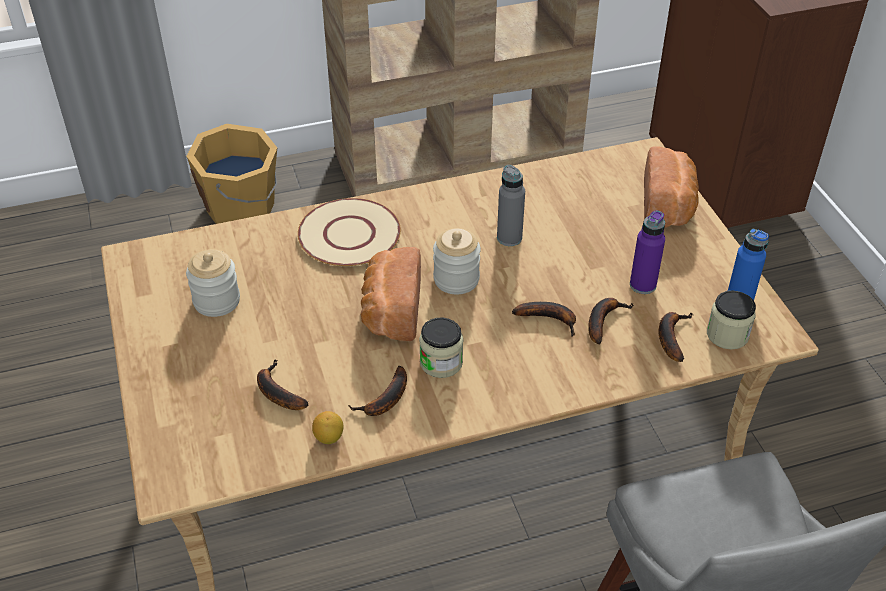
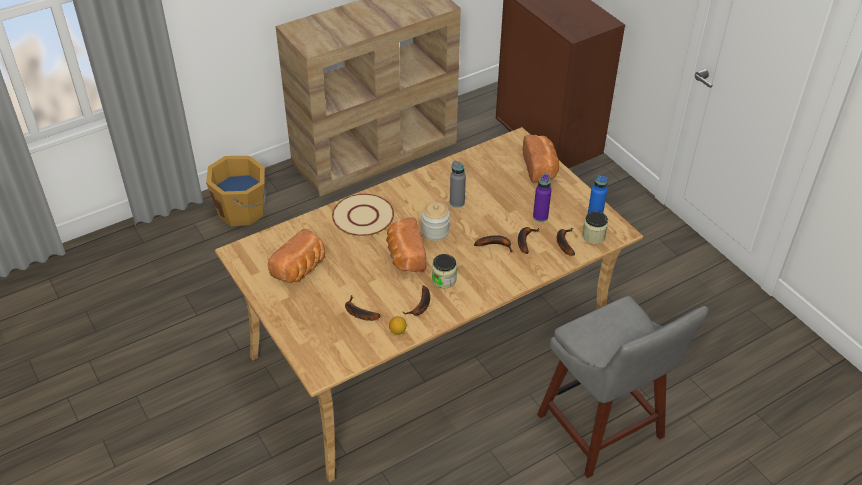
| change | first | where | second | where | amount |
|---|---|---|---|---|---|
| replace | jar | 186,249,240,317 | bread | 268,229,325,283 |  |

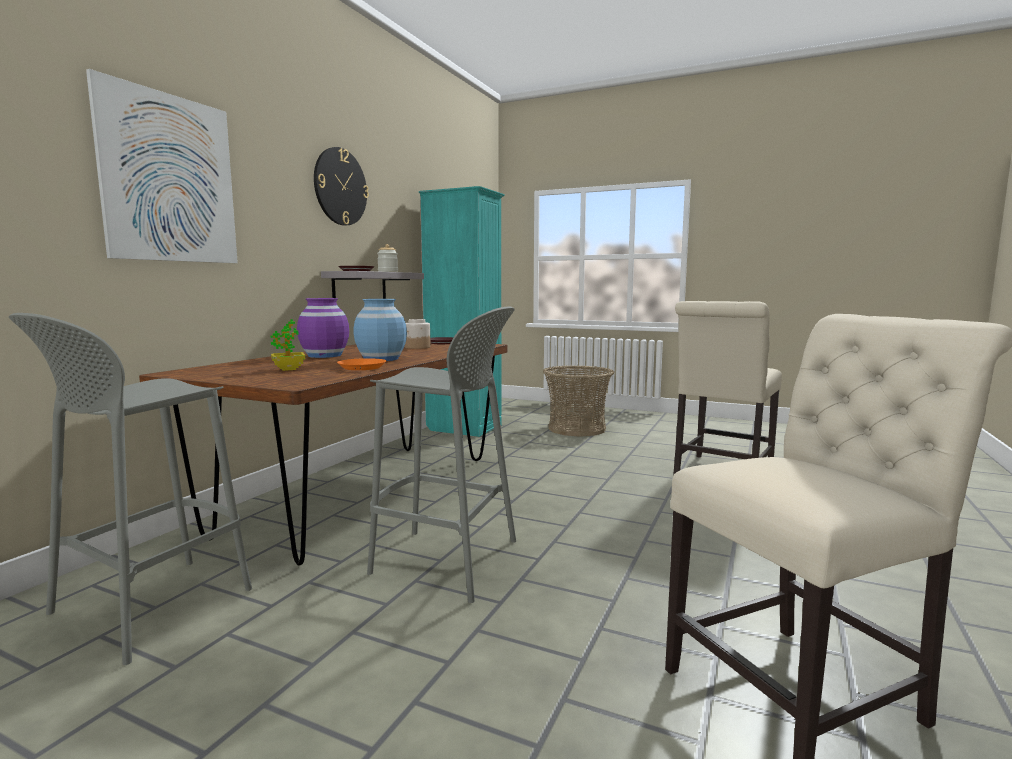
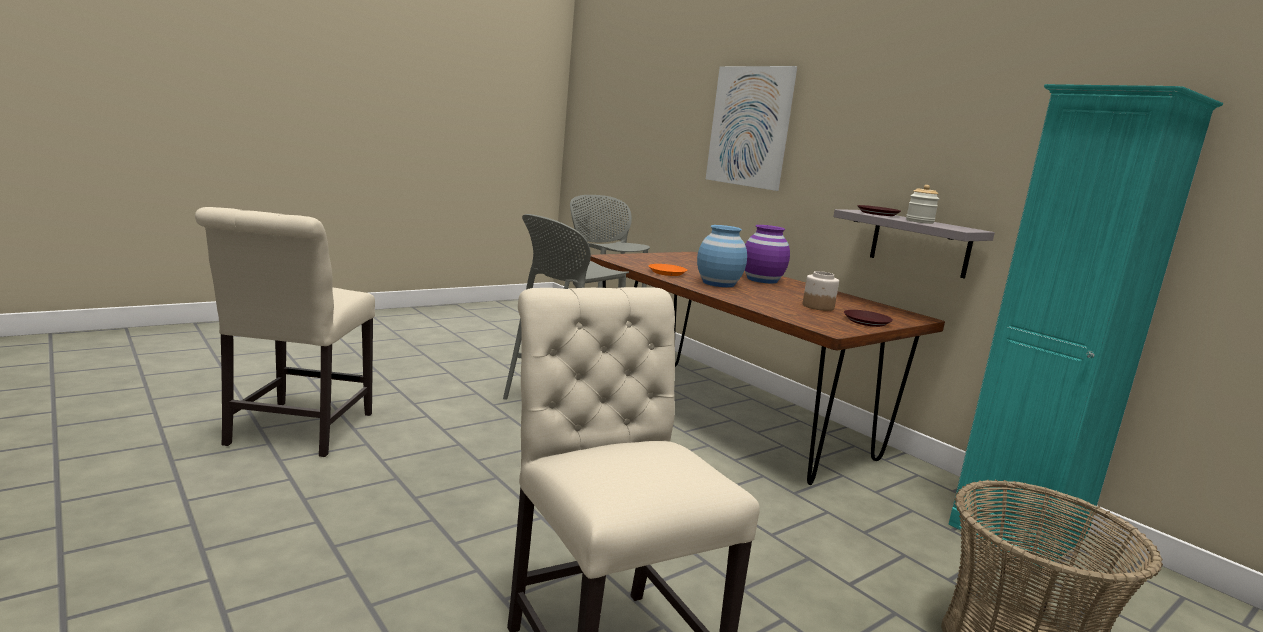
| change | first | where | second | where | amount |
|---|---|---|---|---|---|
| delete | potted plant | 270,319,305,371 |  |  |  |
| delete | wall clock | 314,147,369,225 |  |  |  |

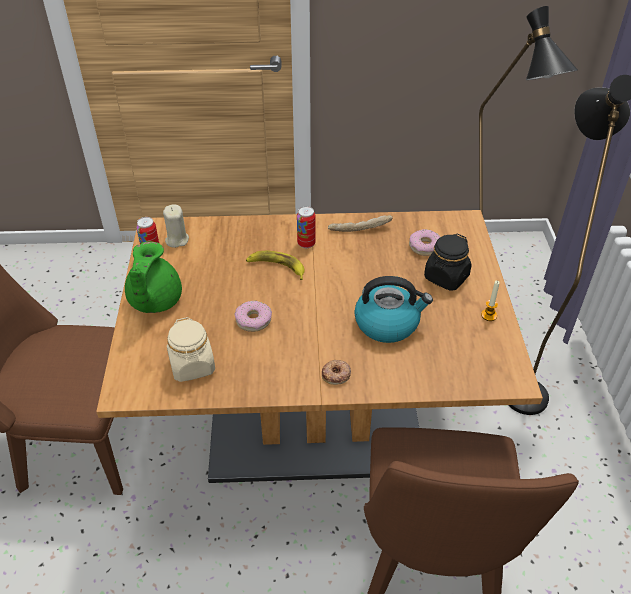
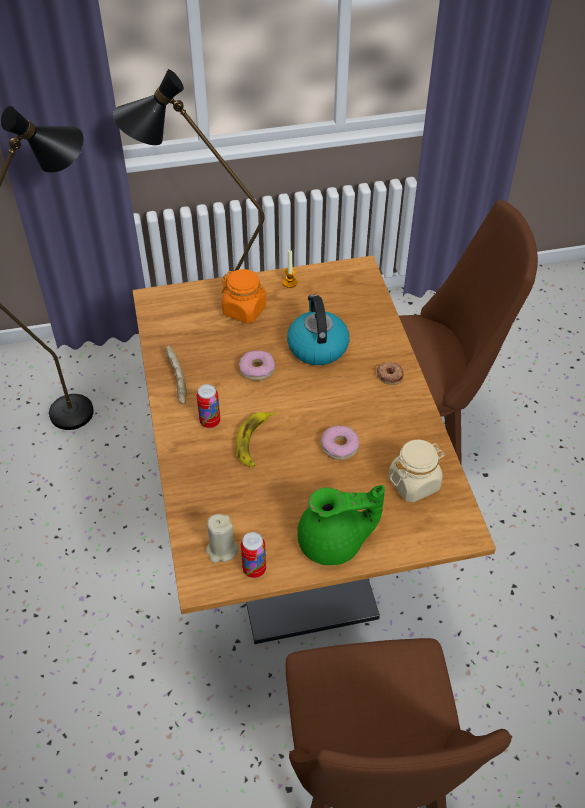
| change | first | where | second | where | amount |
|---|---|---|---|---|---|
| move | donut | 409,229,440,256 |  | 239,350,275,381 |  |
| recolor | jar/black | 424,233,472,291 | jar/orange | 222,269,267,324 |  |

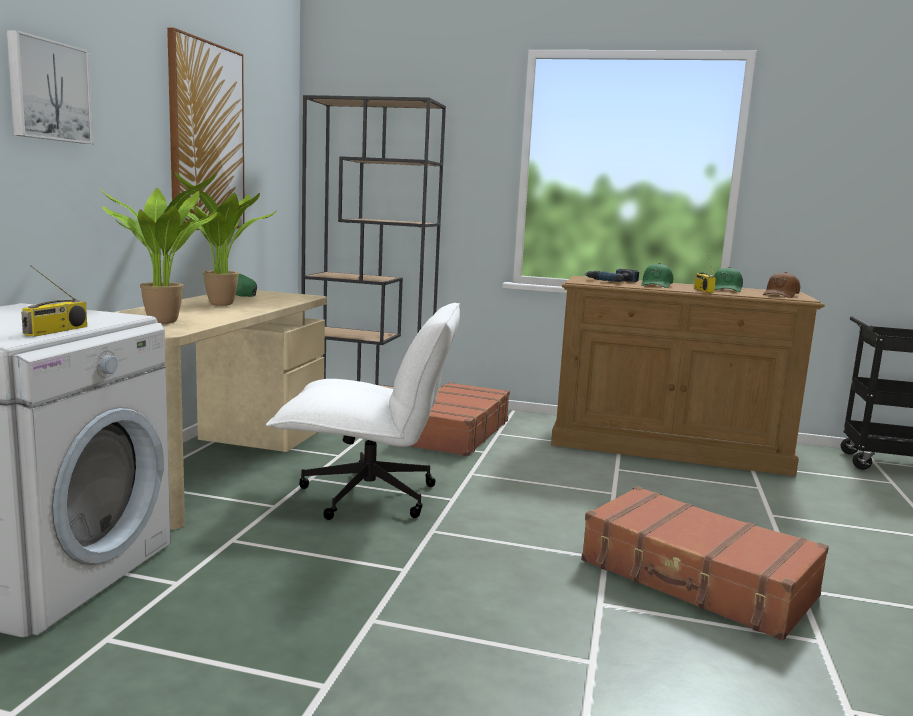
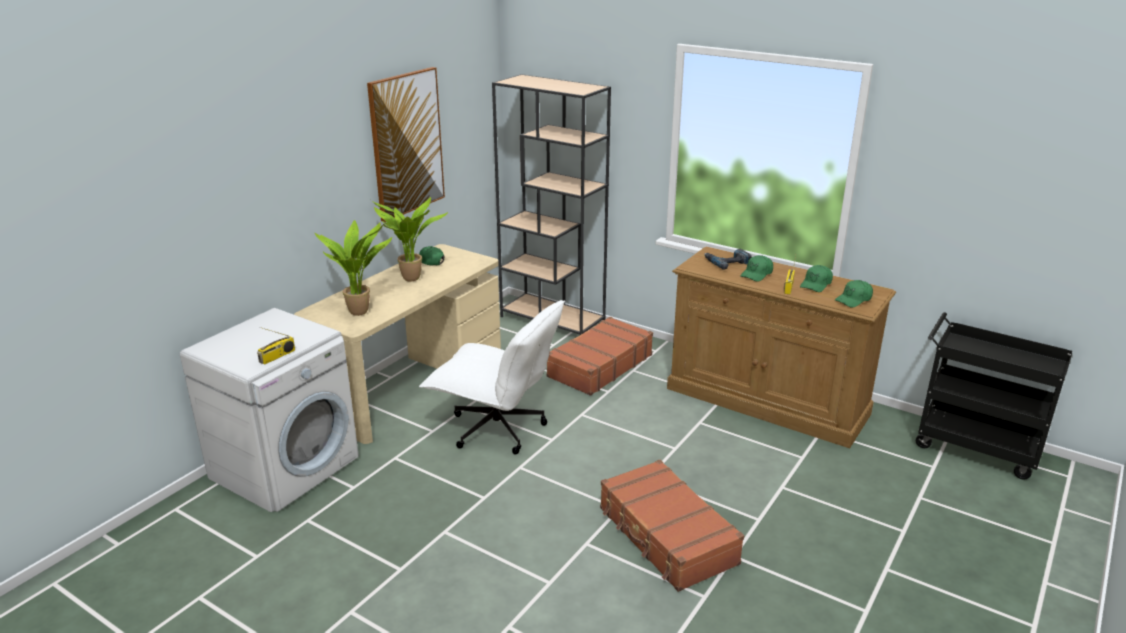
| change | first | where | second | where | amount |
|---|---|---|---|---|---|
| delete | picture | 6,30,94,144 |  |  |  |
| recolor | cap/brown | 763,272,800,298 | cap/green | 835,280,873,308 |  |

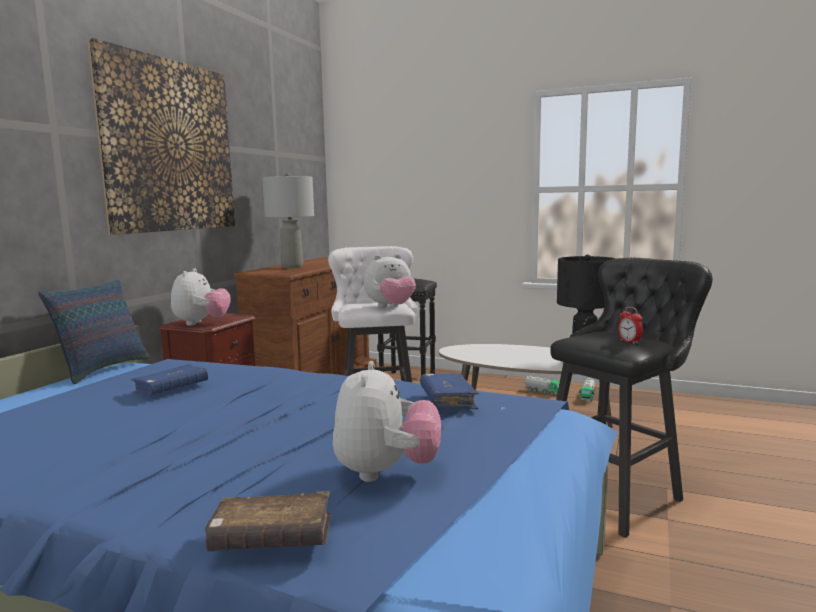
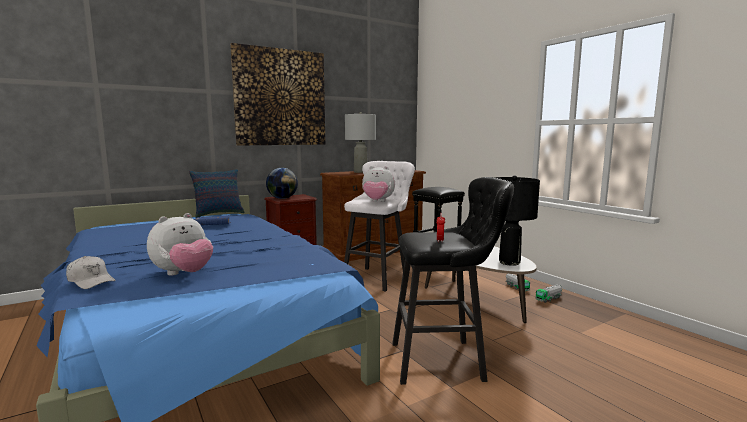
| change | first | where | second | where | amount |
|---|---|---|---|---|---|
| replace | plush toy | 171,268,231,326 | globe | 266,168,298,199 |  |
| replace | book/brown | 205,491,331,552 | cap/white | 66,256,116,289 |  |
| delete | book/blue | 420,373,479,409 |  |  |  |

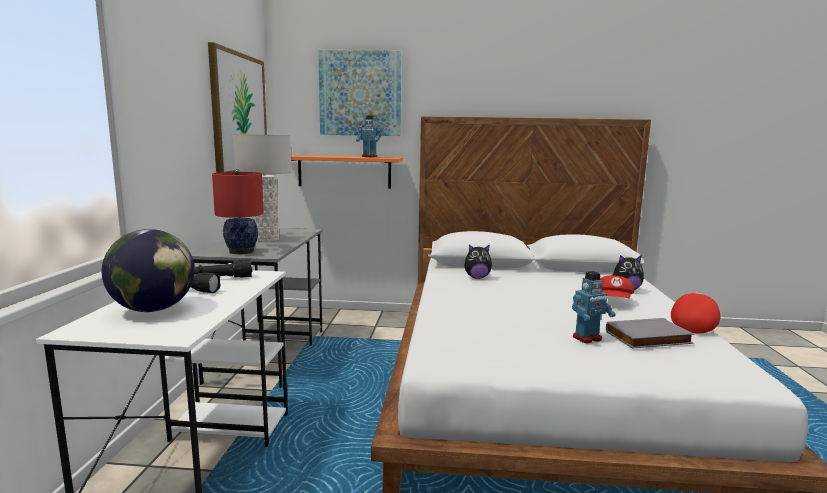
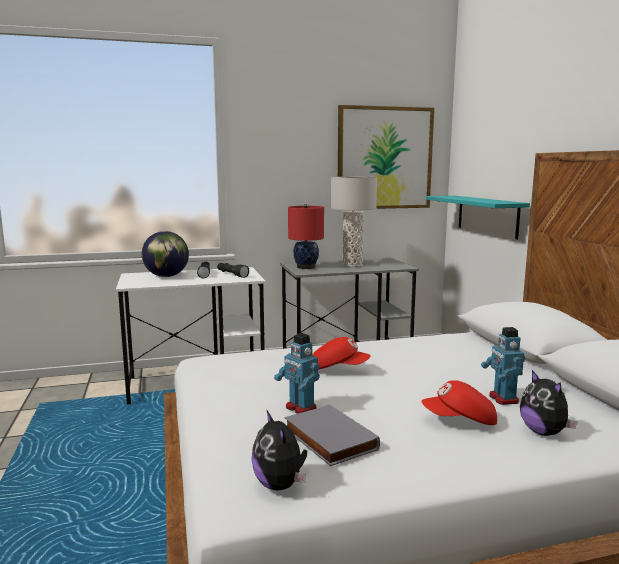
| change | first | where | second | where | amount |
|---|---|---|---|---|---|
| recolor | shelf/orange | 291,155,403,189 | shelf/turquoise | 426,196,530,239 |  |
| delete | picture | 318,50,401,136 |  |  |  |
| move | toy robot | 356,115,381,157 |  | 481,327,525,405 |  |
| move | plush toy | 465,244,492,279 |  | 251,409,307,490 |  |
| move | cap/red | 671,292,720,333 |  | 312,337,371,369 |  |

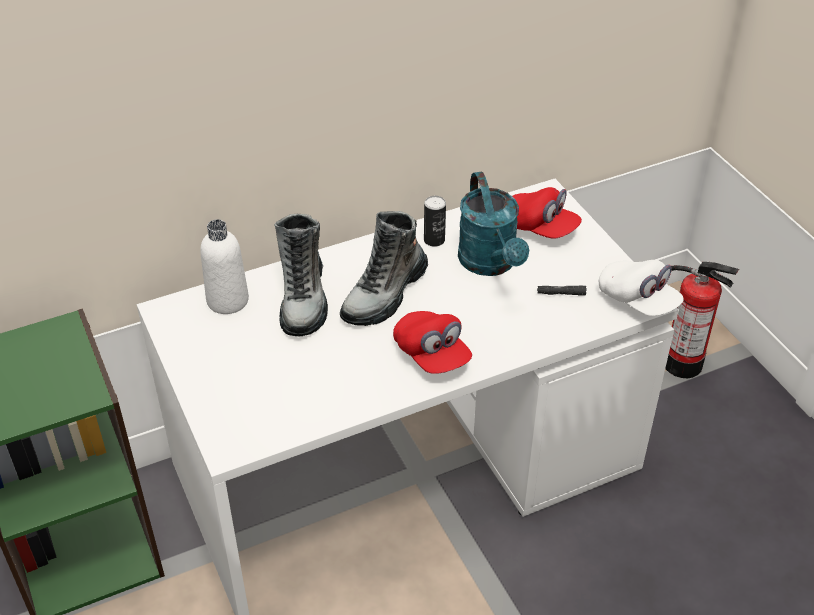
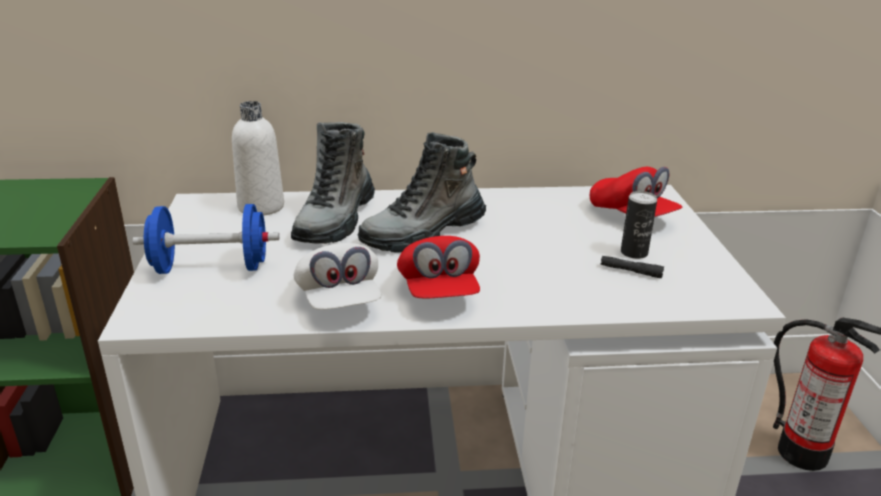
| change | first | where | second | where | amount |
|---|---|---|---|---|---|
| move | can | 424,196,446,247 |  | 621,191,657,259 |  |
| delete | watering can/turquoise | 458,172,529,276 |  |  |  |
| move | cap/white | 599,260,684,316 |  | 294,243,381,310 |  |
| insert |  |  | dumbbell/blue | 133,204,279,274 |  |

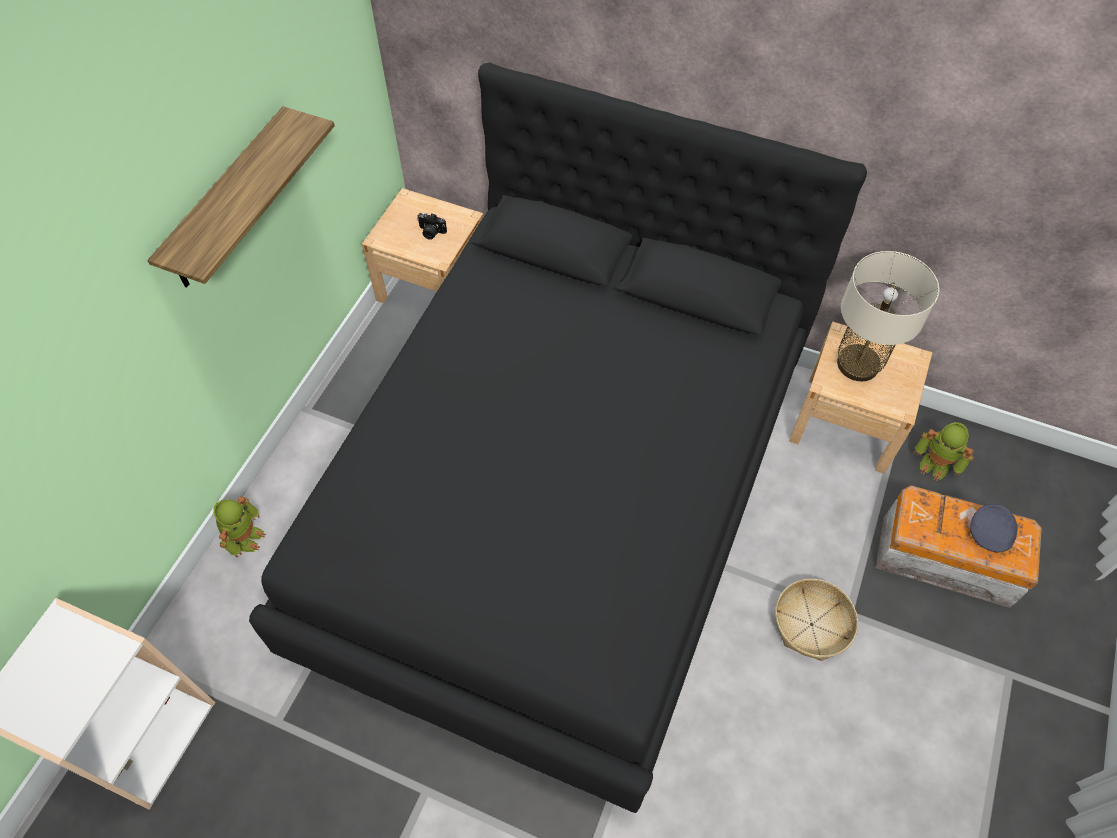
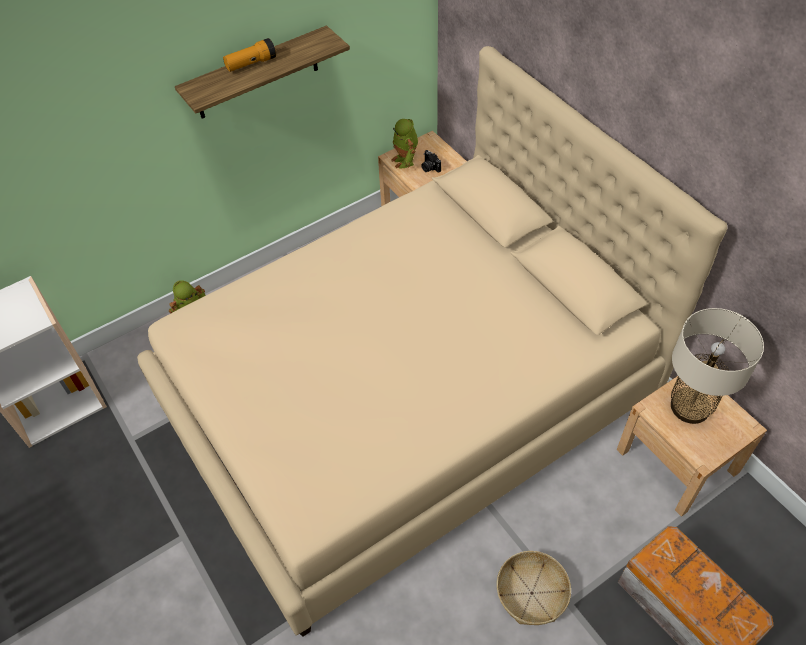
| change | first | where | second | where | amount |
|---|---|---|---|---|---|
| recolor | bed/black | 249,63,867,813 | bed/beige | 137,46,727,637 |  |
| move | toy robot | 914,422,974,481 |  | 391,119,418,169 |  |
| delete | cap/grey | 970,504,1017,553 |  |  |  |
| insert |  |  | flashlight | 223,38,276,72 |  |

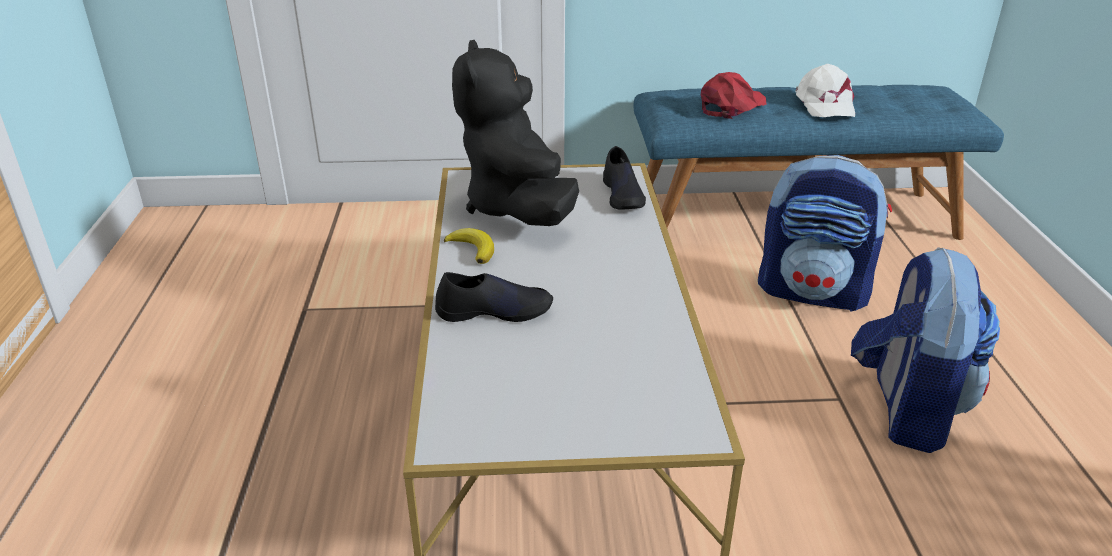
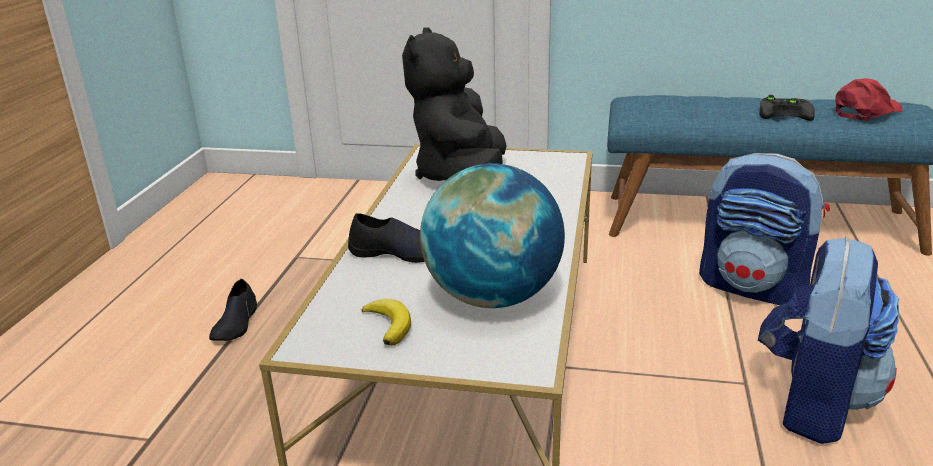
| change | first | where | second | where | amount |
|---|---|---|---|---|---|
| move | banana | 444,228,494,264 |  | 361,299,411,346 |  |
| move | shoe/black | 603,146,646,210 |  | 209,279,257,341 |  |
| move | cap/red | 701,72,766,119 |  | 835,78,903,121 |  |
| replace | cap/white | 795,64,855,117 | game controller/black | 759,95,814,121 |  |
| insert |  |  | globe | 420,163,565,308 |  |

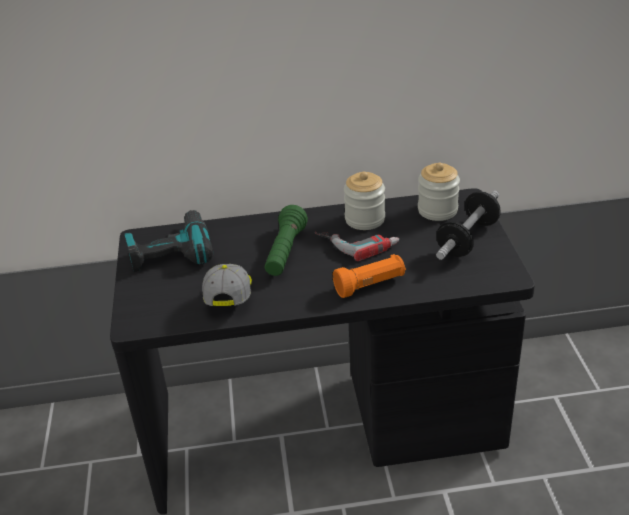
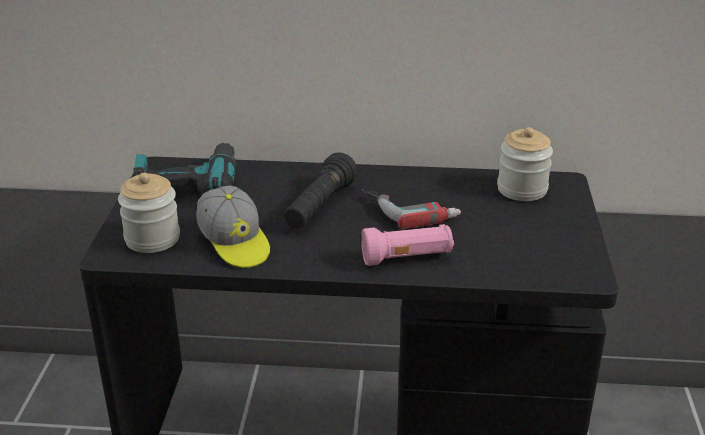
| change | first | where | second | where | amount |
|---|---|---|---|---|---|
| rotate | cap | 202,264,252,306 |  | 197,186,270,268 | 135 degrees clockwise |
| recolor | flashlight/green | 265,205,308,276 | flashlight/black | 284,153,357,228 |  |
| recolor | flashlight/orange | 333,254,406,298 | flashlight/pink | 361,224,454,266 |  |
| move | jar | 344,172,385,230 |  | 118,172,180,253 |  |
| delete | dumbbell | 436,191,501,260 |  |  |  |

